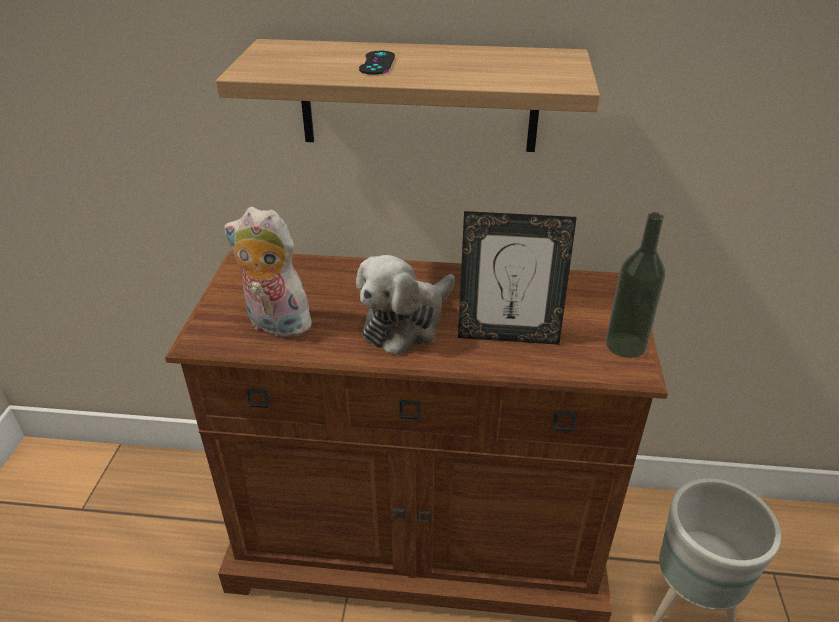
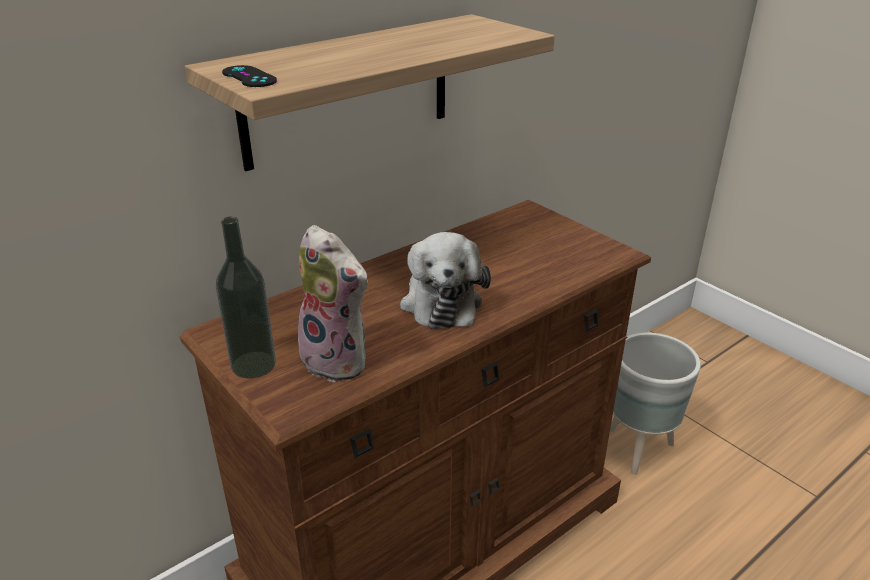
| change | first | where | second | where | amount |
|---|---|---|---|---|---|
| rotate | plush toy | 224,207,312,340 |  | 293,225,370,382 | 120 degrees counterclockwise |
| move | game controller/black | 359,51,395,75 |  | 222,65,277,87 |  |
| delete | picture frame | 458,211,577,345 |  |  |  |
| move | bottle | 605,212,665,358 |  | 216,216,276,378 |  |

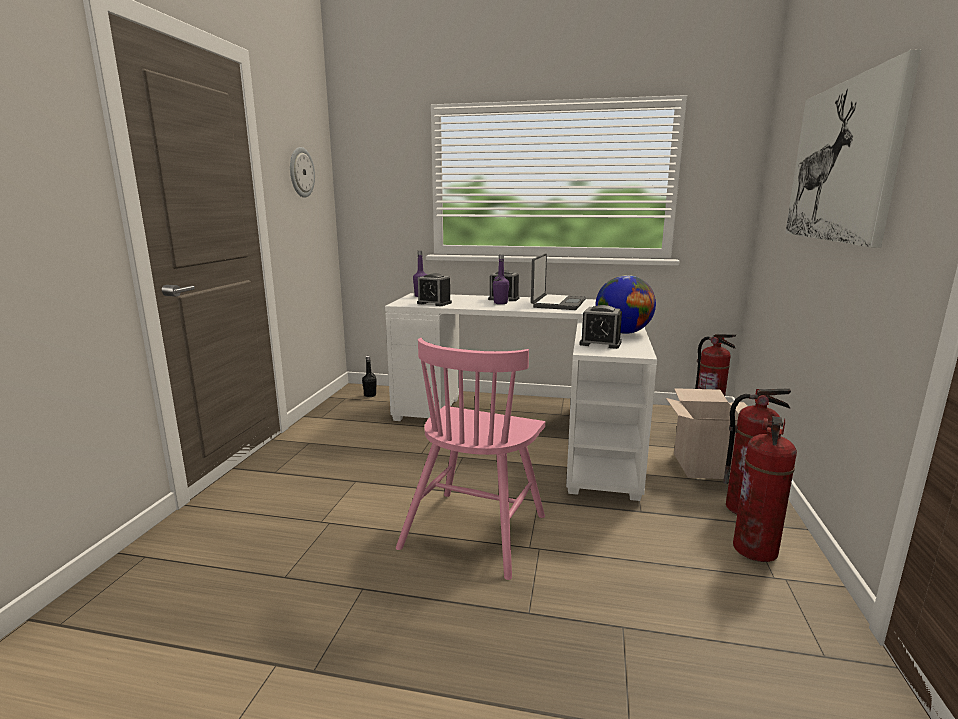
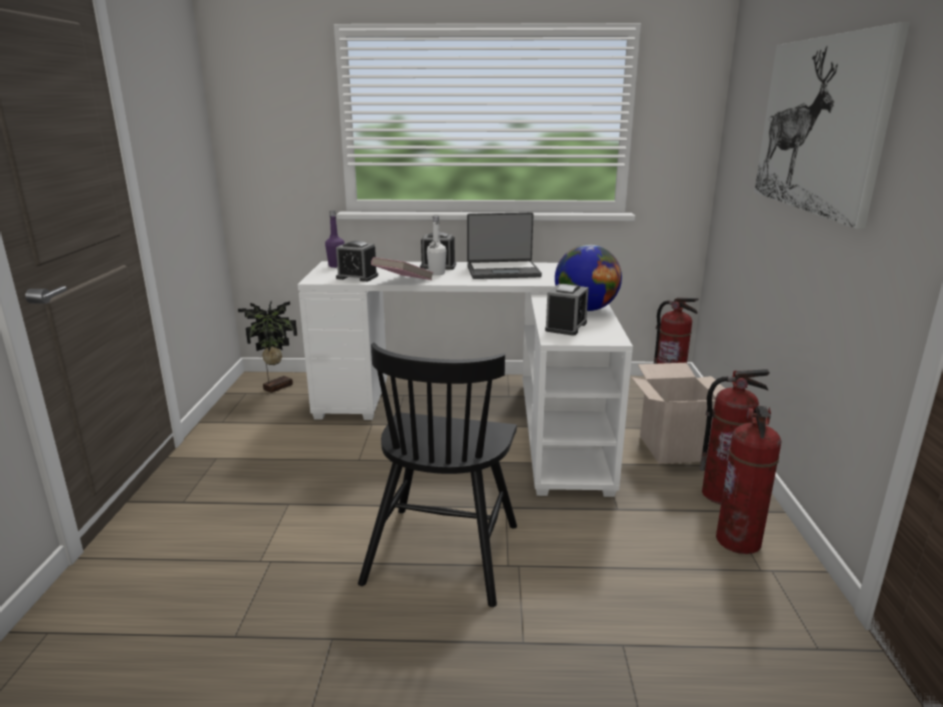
| change | first | where | second | where | amount |
|---|---|---|---|---|---|
| delete | wall clock | 290,147,315,198 |  |  |  |
| replace | bottle/black | 362,356,377,397 | potted plant | 238,301,297,393 |  |
| recolor | chair/pink | 396,338,545,580 | chair/black | 358,342,517,607 |  |
| recolor | bottle/purple | 493,254,509,304 | bottle/white | 427,216,447,275 |  |
| rotate | laptop | 531,254,586,310 |  | 467,212,542,279 | 75 degrees clockwise |
| rotate | alarm clock | 579,305,622,349 |  | 545,284,589,336 | 75 degrees counterclockwise |
| insert |  |  | book/pink | 371,257,434,280 |  |

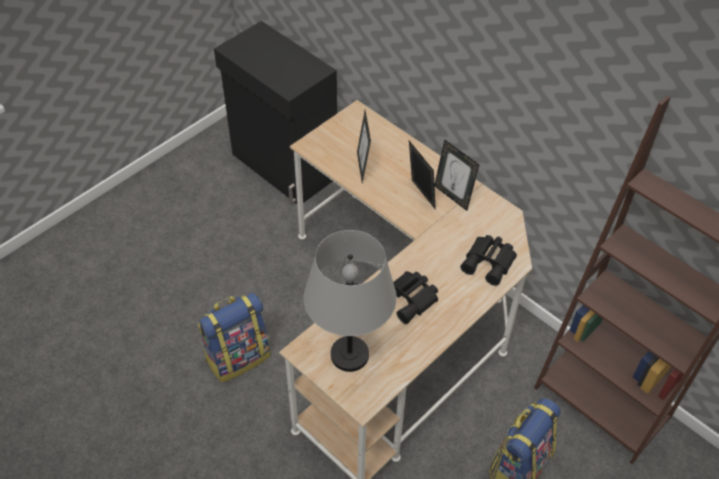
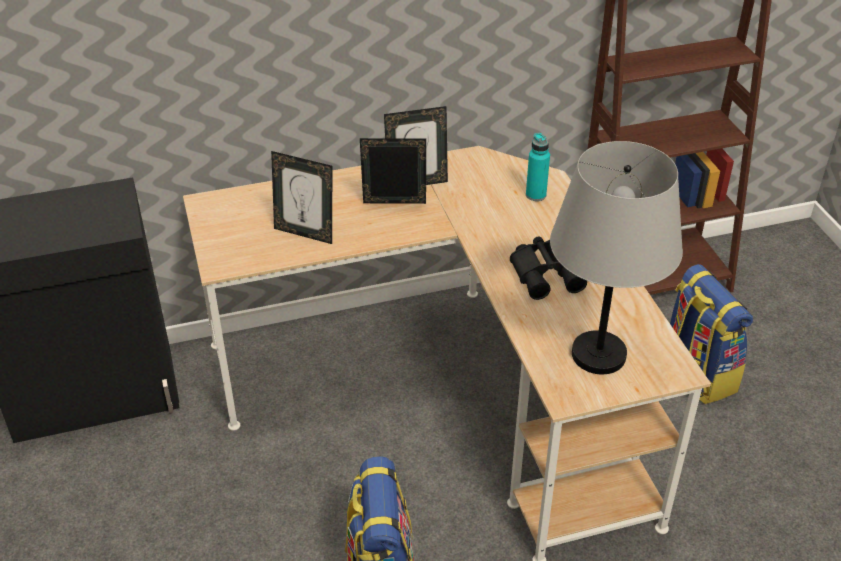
| change | first | where | second | where | amount |
|---|---|---|---|---|---|
| replace | binoculars/black | 460,235,517,286 | bottle/turquoise | 526,133,550,201 |  |

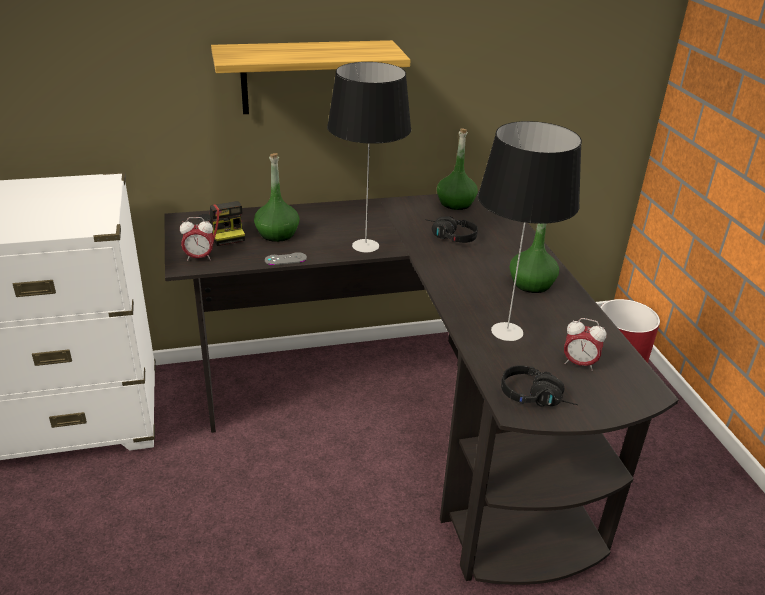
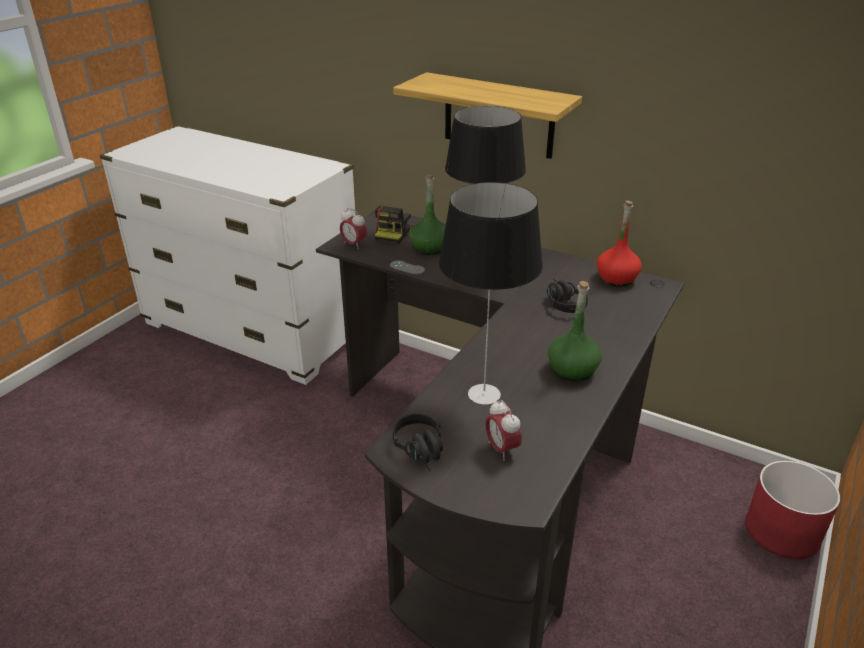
| change | first | where | second | where | amount |
|---|---|---|---|---|---|
| recolor | bottle/green | 437,128,478,210 | bottle/red | 597,200,642,286 |  |

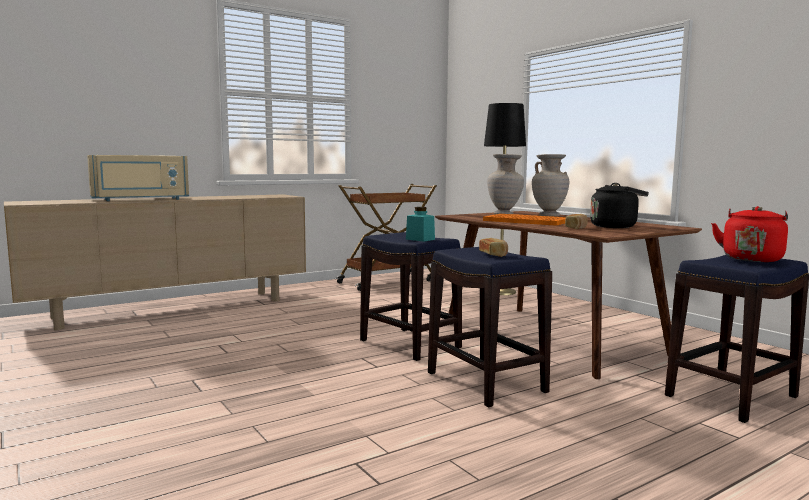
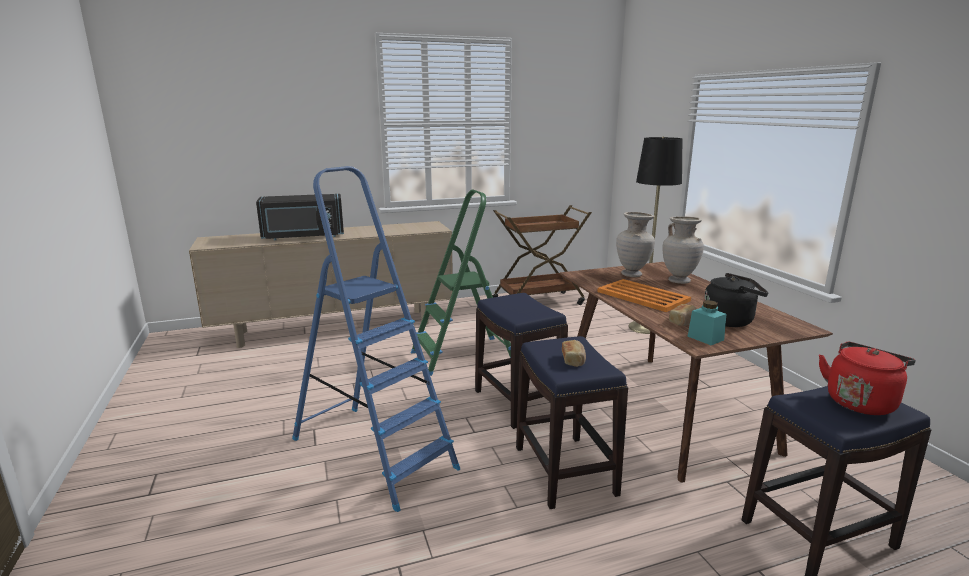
| change | first | where | second | where | amount |
|---|---|---|---|---|---|
| recolor | microwave/beige | 87,155,189,201 | microwave/black | 256,194,344,240 |  |
| move | jar/turquoise | 406,207,435,242 |  | 688,300,726,345 |  |
| insert |  |  | step ladder/blue | 292,166,460,512 |  |
| insert |  |  | step ladder/green | 411,190,511,376 |  |

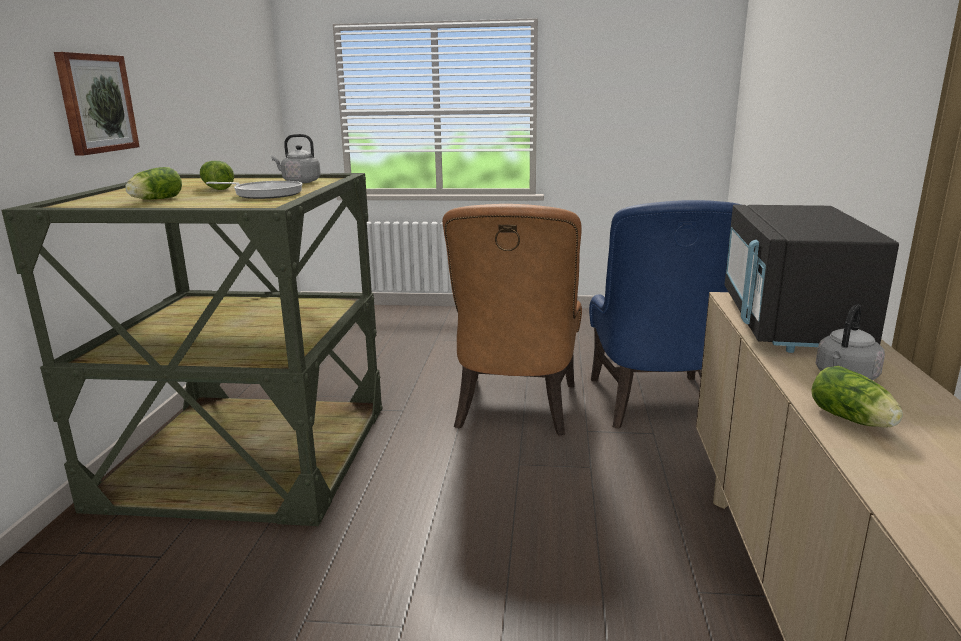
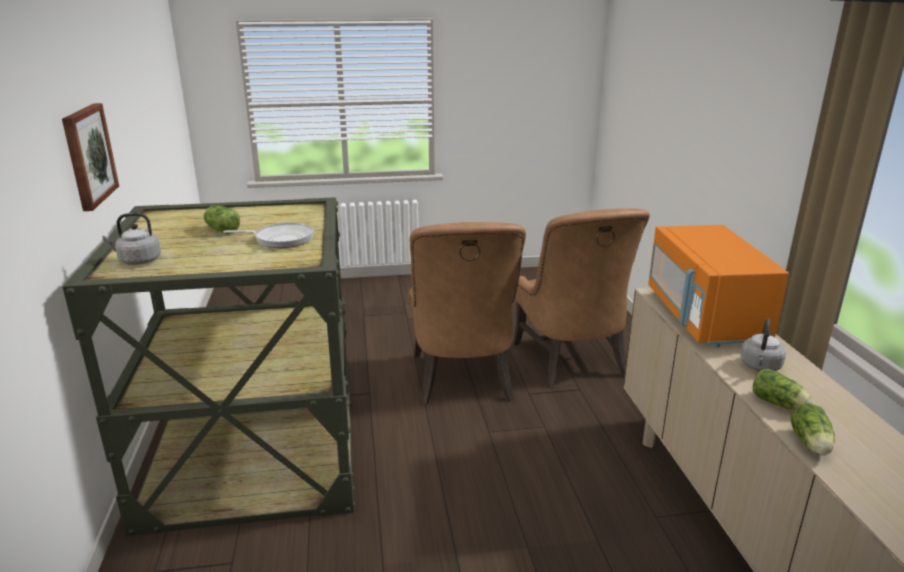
| change | first | where | second | where | amount |
|---|---|---|---|---|---|
| move | lettuce | 125,167,182,200 |  | 791,404,835,455 |  |
| move | kettle/grey | 272,134,321,183 |  | 102,213,161,265 |  |
| recolor | chair/blue | 589,200,741,428 | chair/brown | 513,208,650,388 |  |
| recolor | microwave/black | 725,205,899,353 | microwave/orange | 648,225,789,347 |  |

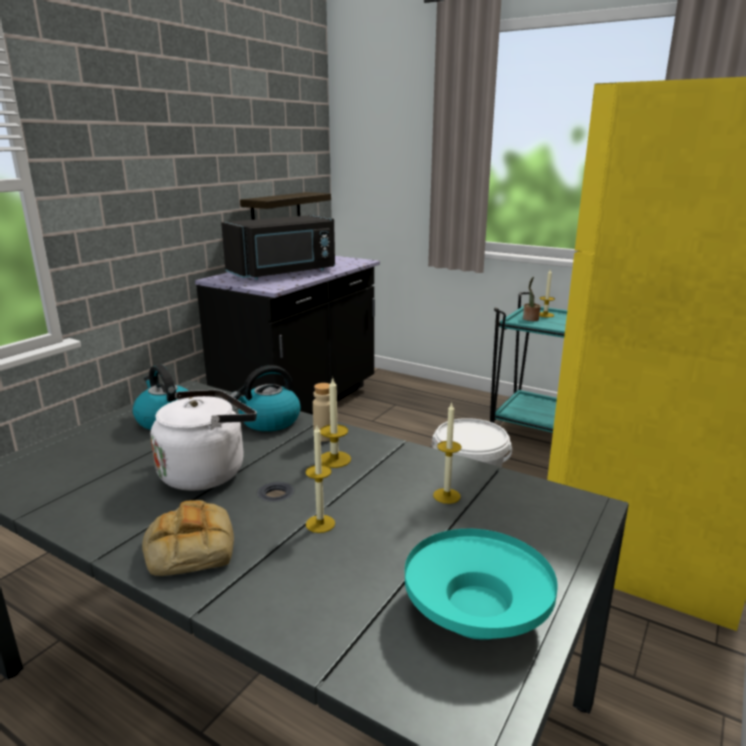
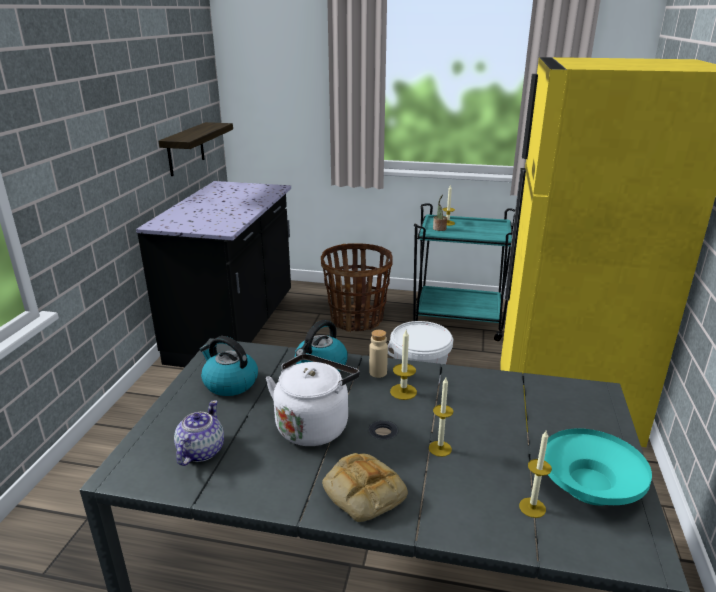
| change | first | where | second | where | amount |
|---|---|---|---|---|---|
| delete | microwave/black | 221,215,335,280 |  |  |  |
| move | candle | 433,402,461,504 |  | 519,431,552,518 |  |
| insert |  |  | teapot | 174,400,224,466 |  |
| insert |  |  | basket | 321,243,393,332 |  |

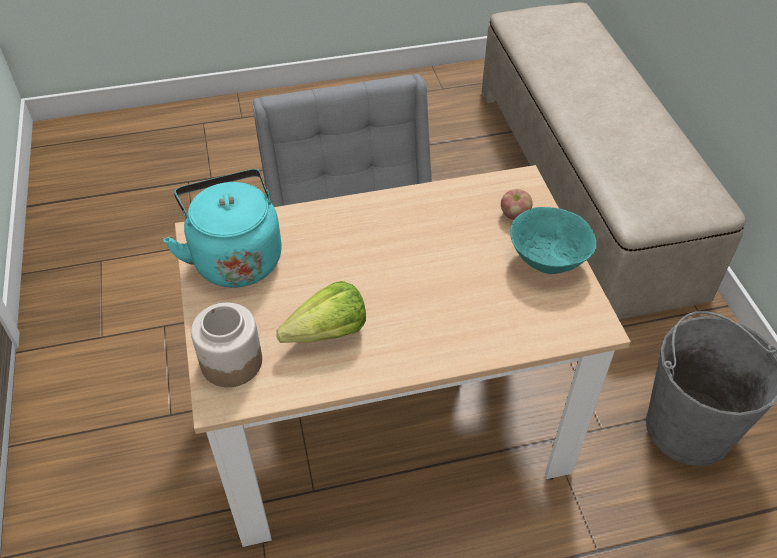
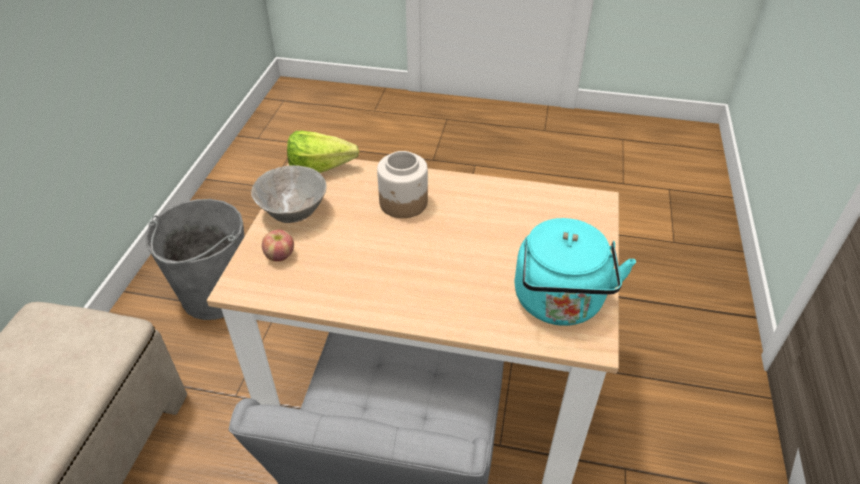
| change | first | where | second | where | amount |
|---|---|---|---|---|---|
| move | jar | 191,303,262,387 |  | 377,151,428,218 |  |
| move | lettuce | 276,281,366,343 |  | 287,131,359,173 |  |
| recolor | bowl/turquoise | 510,207,596,274 | bowl/grey | 251,165,327,223 |  |

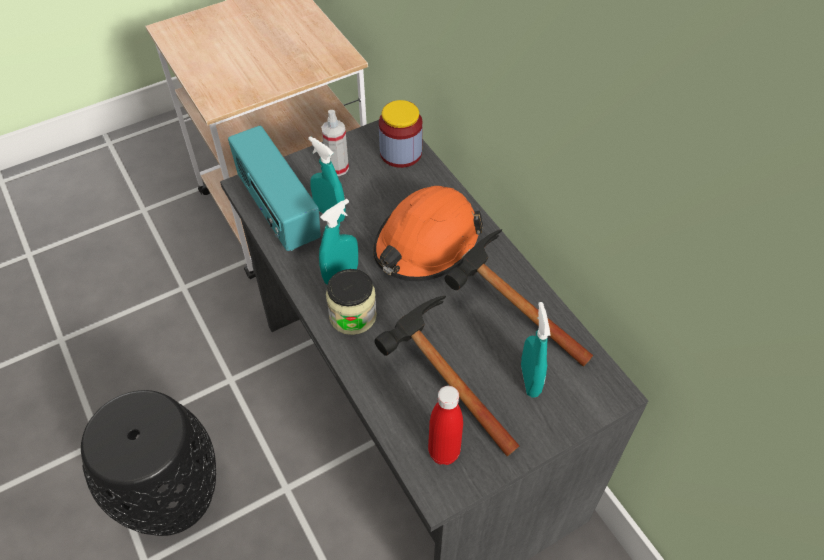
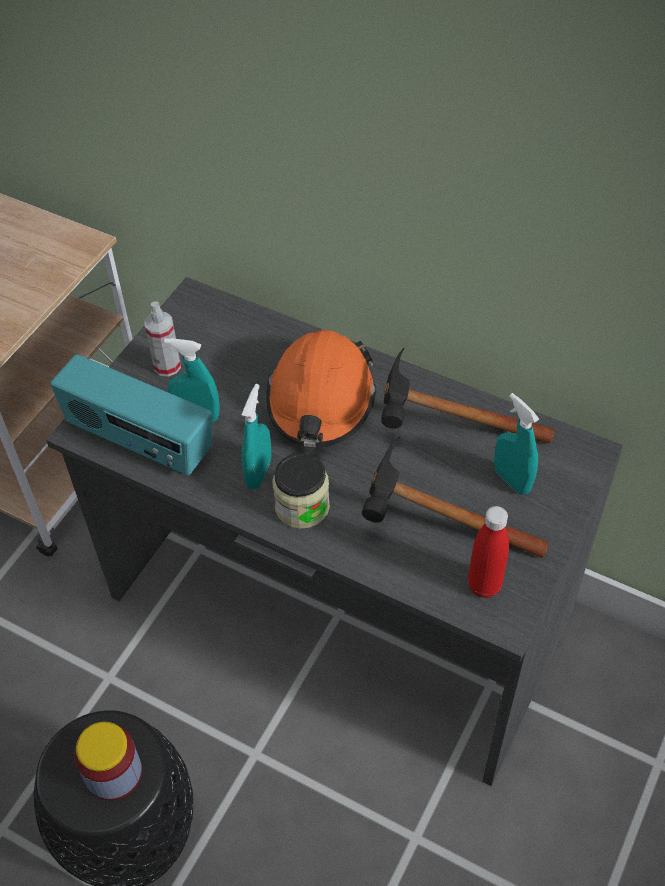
| change | first | where | second | where | amount |
|---|---|---|---|---|---|
| move | jar | 379,100,423,168 |  | 74,722,142,801 |  |

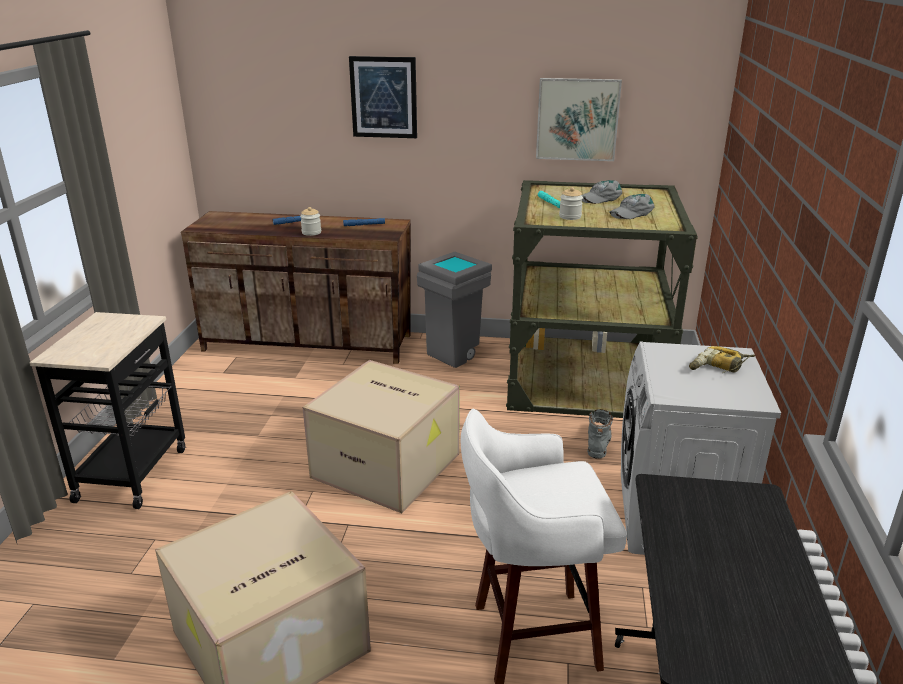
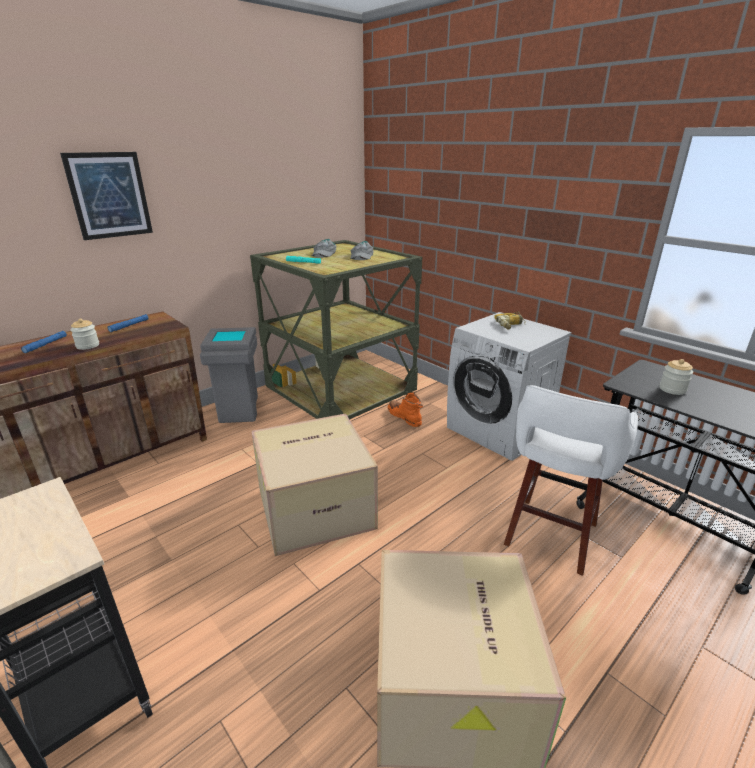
| change | first | where | second | where | amount |
|---|---|---|---|---|---|
| delete | picture | 536,78,622,161 |  |  |  |
| move | jar | 559,187,583,220 |  | 660,359,693,395 |  |
| recolor | boot/grey | 587,409,614,459 | boot/orange | 388,392,423,427 |  |

